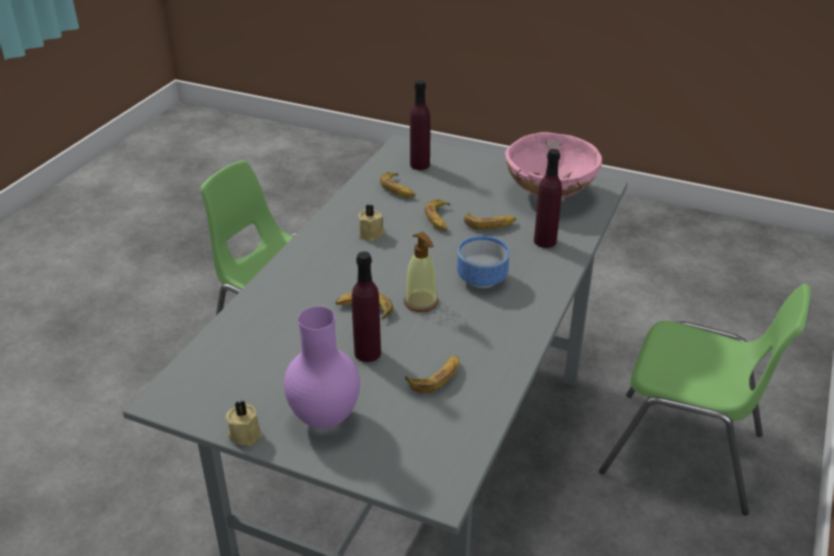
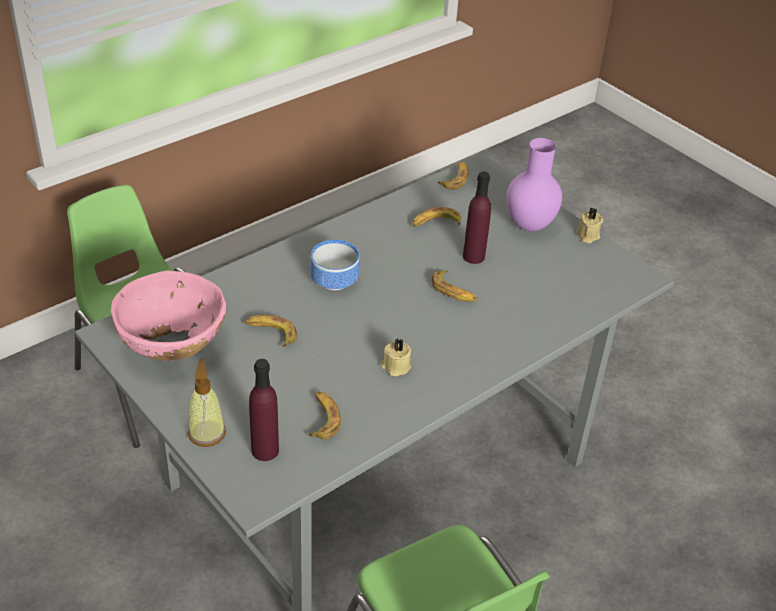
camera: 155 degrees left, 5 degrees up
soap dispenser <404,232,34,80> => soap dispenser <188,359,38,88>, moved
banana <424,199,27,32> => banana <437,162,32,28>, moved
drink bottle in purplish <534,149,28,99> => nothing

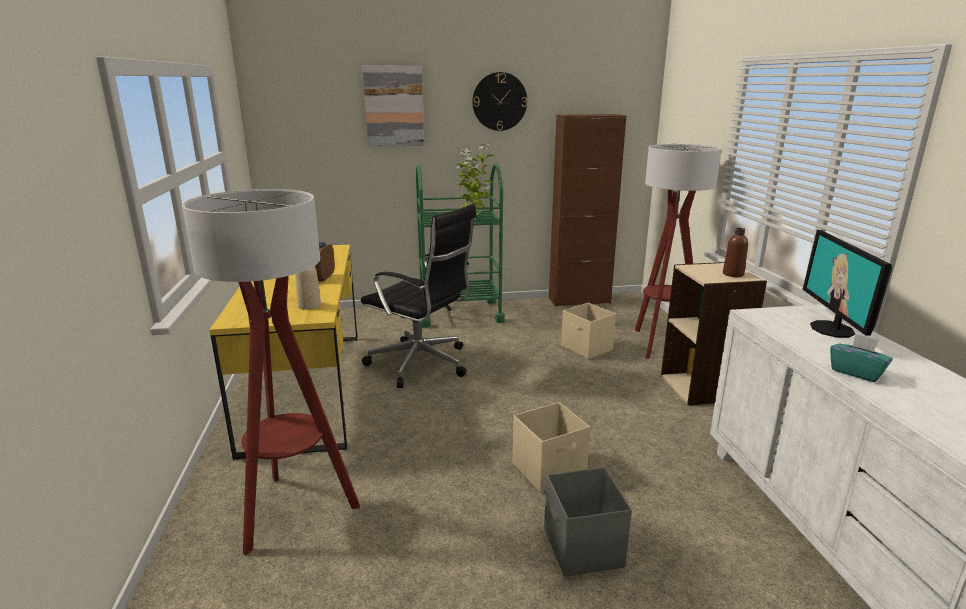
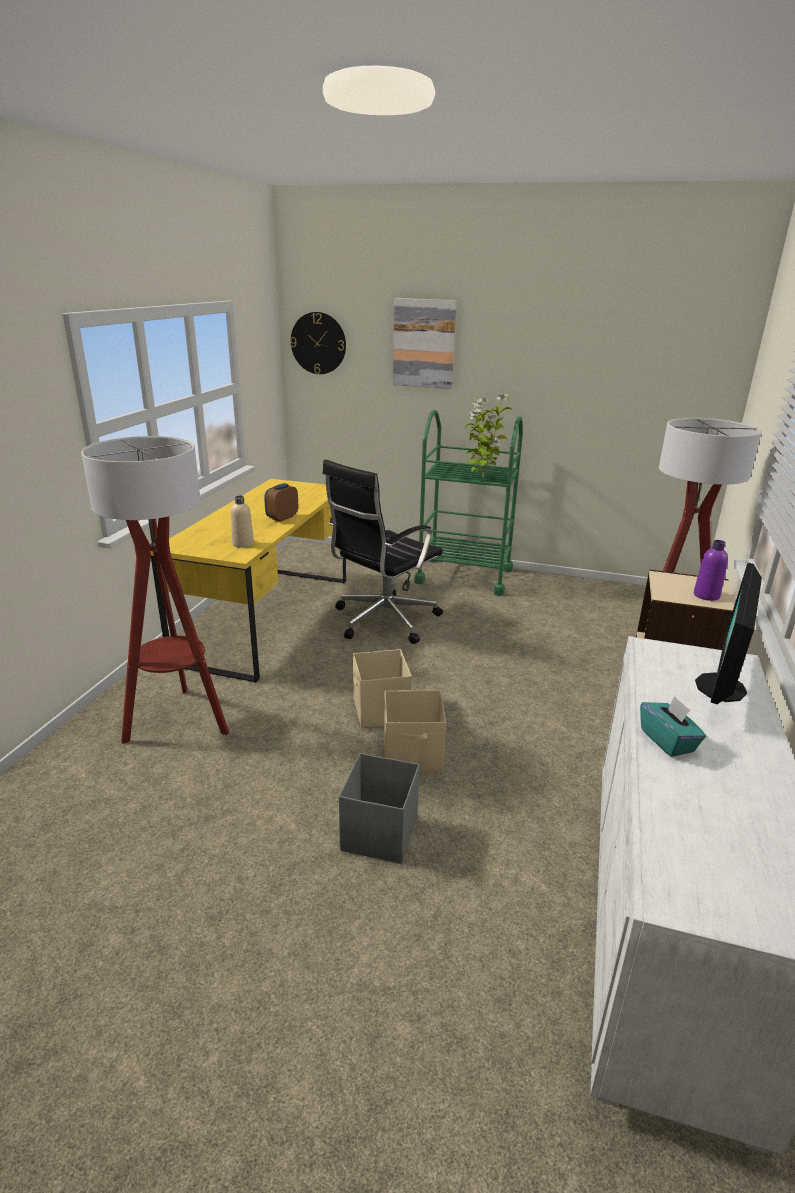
camera: 25 degrees right, 5 degrees up
hanging clock <472,72,55,59> => hanging clock <290,312,56,62>, moved
computer chair in black <361,204,116,184> => computer chair in black <323,460,120,184>, 75 degrees clockwise
storage container in beige-coloured <561,303,55,56> => storage container in beige-coloured <353,649,59,79>, moved
drink bottle in brownish <723,228,25,49> => drink bottle in purplish <694,540,34,61>
cupboard in brownish <549,114,77,193> => nothing

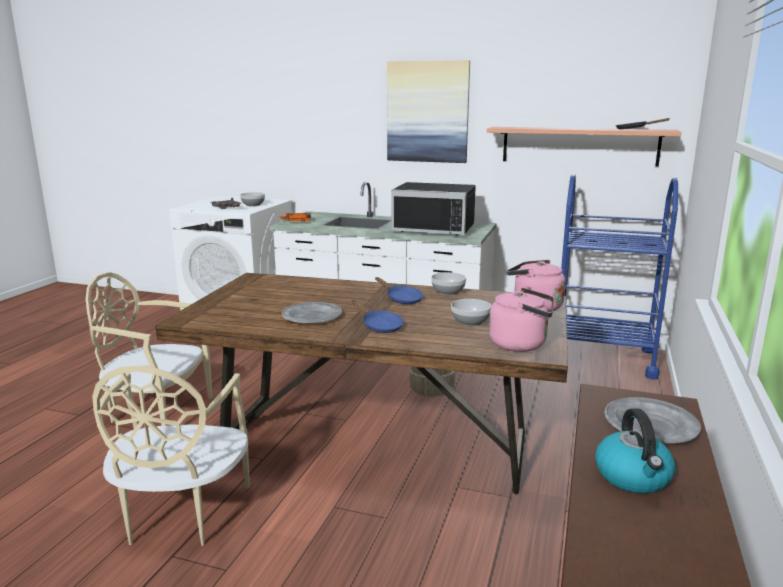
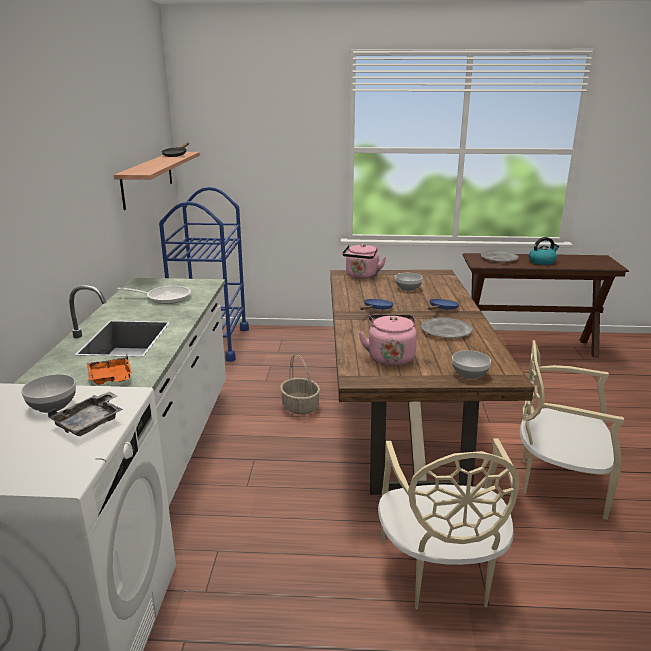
camera: 105 degrees left, 5 degrees up
microwave oven in black <391,182,85,53> => skillet <118,286,73,18>
water kettle in pink <489,288,65,64> => water kettle in pink <359,315,58,51>, moved
deep dish <431,272,35,23> => deep dish <452,350,39,29>, moved
chair in beige-coloured <92,365,158,181> => chair in beige-coloured <520,340,104,180>, 150 degrees counterclockwise
wall picture <387,60,83,103> => nothing

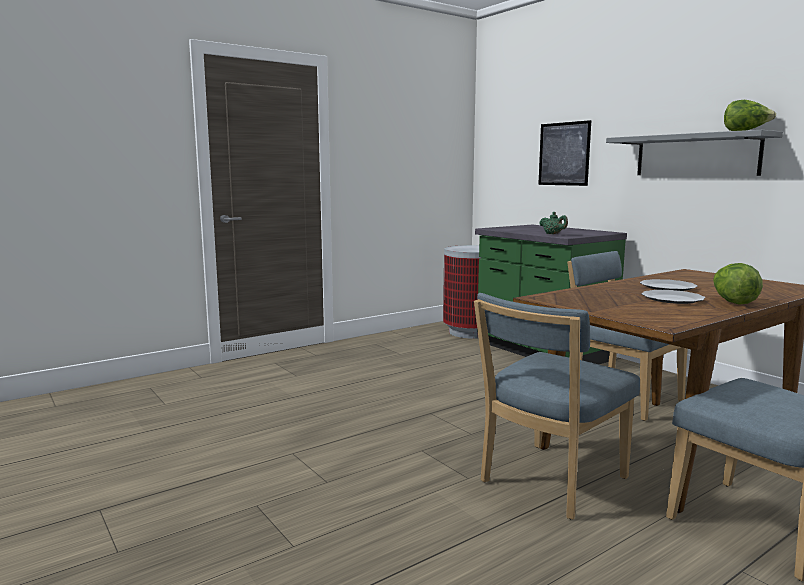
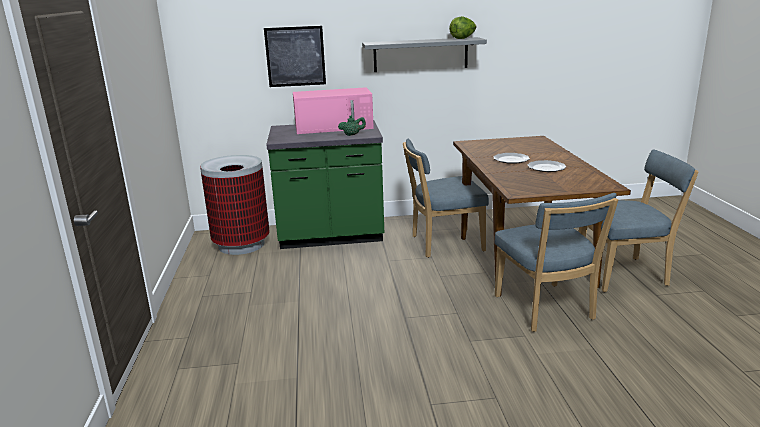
camera: 60 degrees left, 10 degrees up
nothing => microwave oven in pink <293,87,81,47>
lettuce <713,263,50,42> => nothing

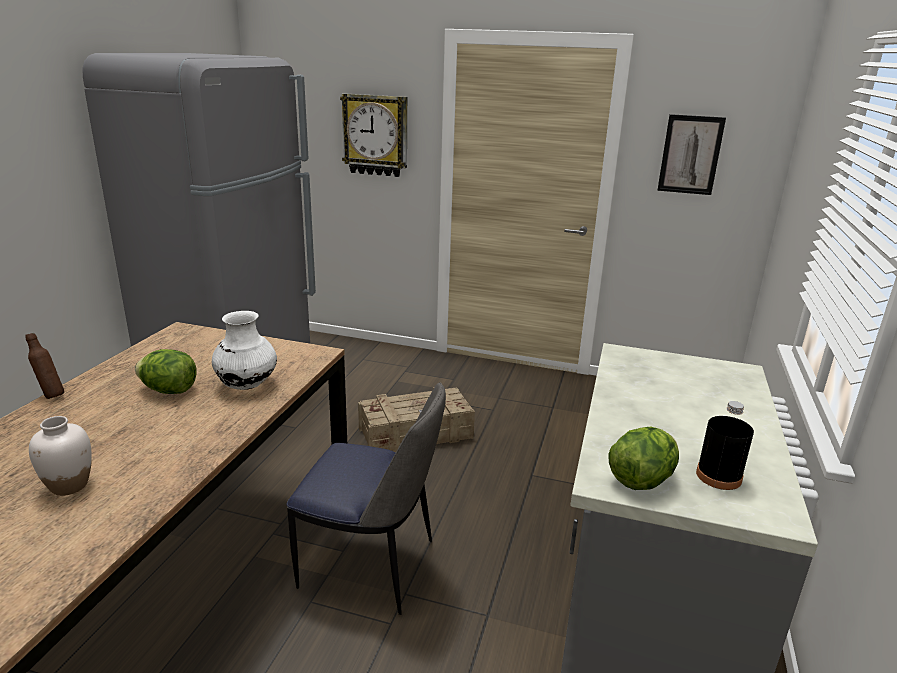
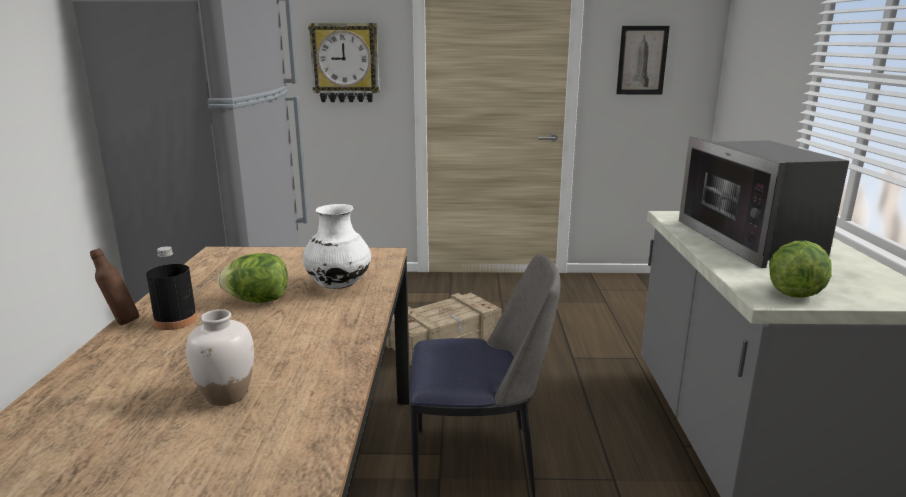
camera: 15 degrees left, 5 degrees down
drink bottle in black <696,401,58,89> => drink bottle in black <146,246,51,84>, moved
nothing => microwave oven <679,136,170,132>

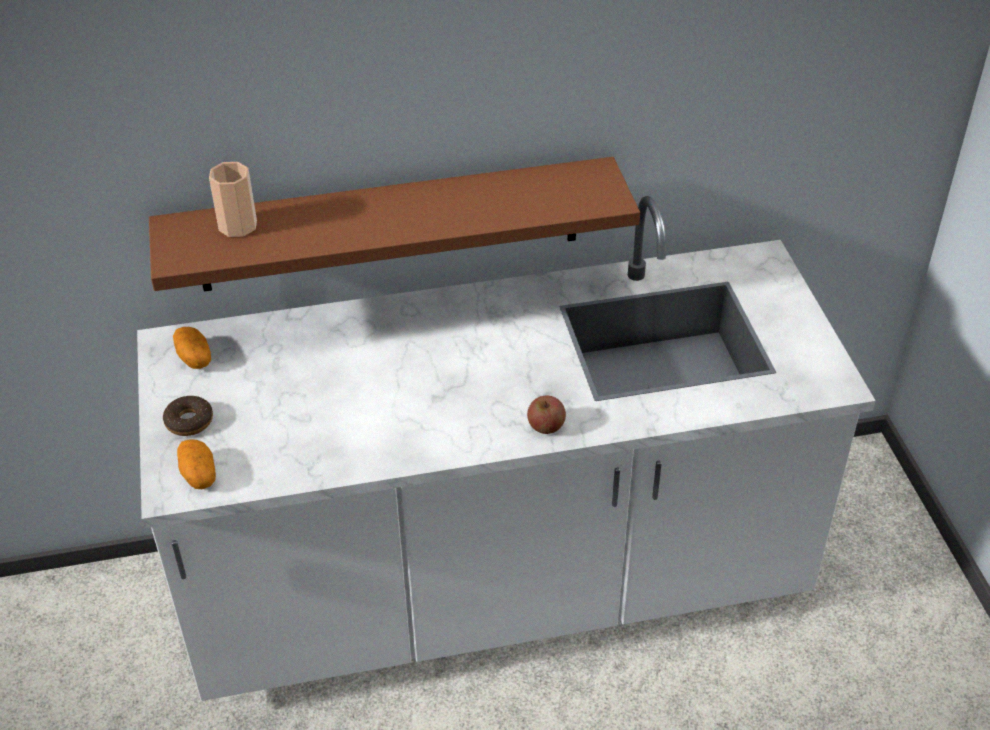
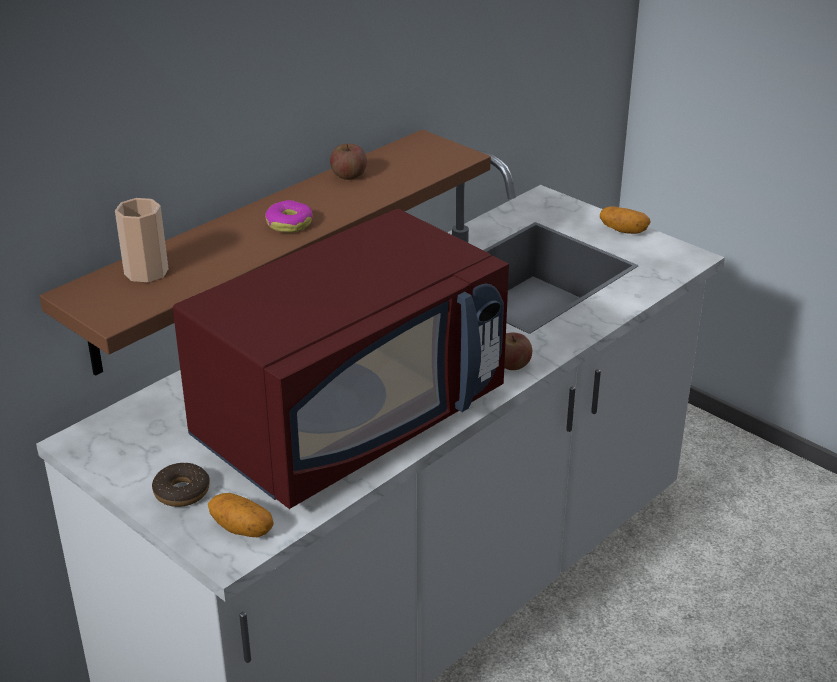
camera: 35 degrees left, 10 degrees down
nothing => microwave oven in reddish <173,209,336,300>
nothing => donut <265,200,48,33>
nothing => apple fruit <330,144,37,36>
spud <173,327,38,42> => spud <600,206,51,28>, moved

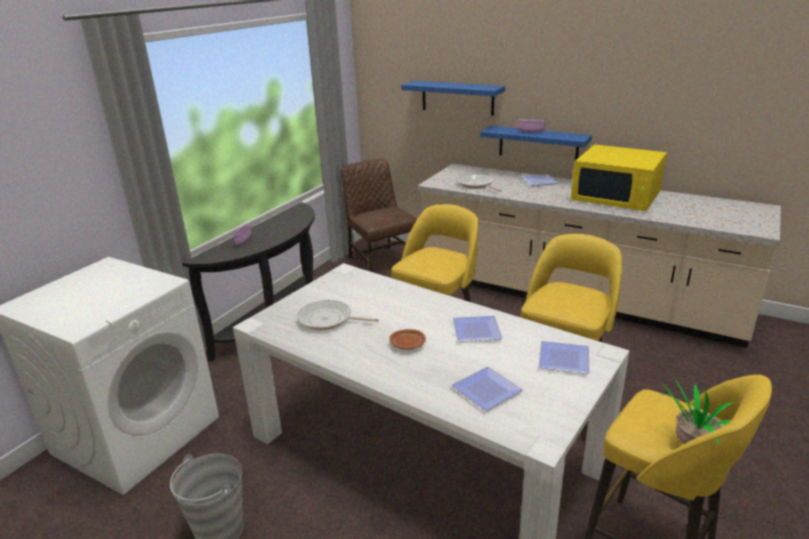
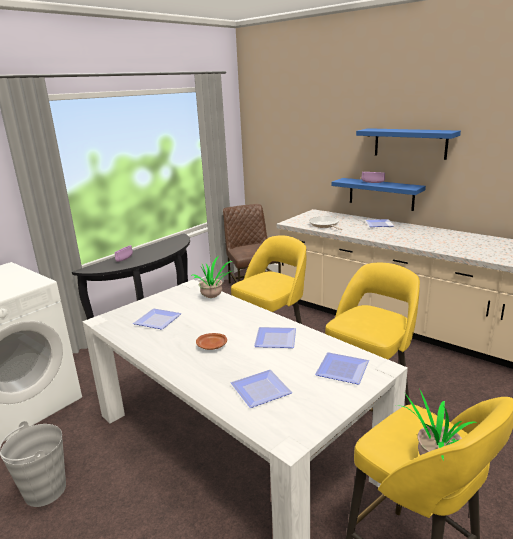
camera: 10 degrees right, 5 degrees down
skillet <297,300,82,30> => flat dish <133,308,49,22>
nothing => plant in a pot <191,256,41,42>
bracket shelf in bluish <401,81,104,35> => bracket shelf in bluish <356,128,105,32>, moved
microwave oven in yellow-coloured <571,144,96,67> => nothing

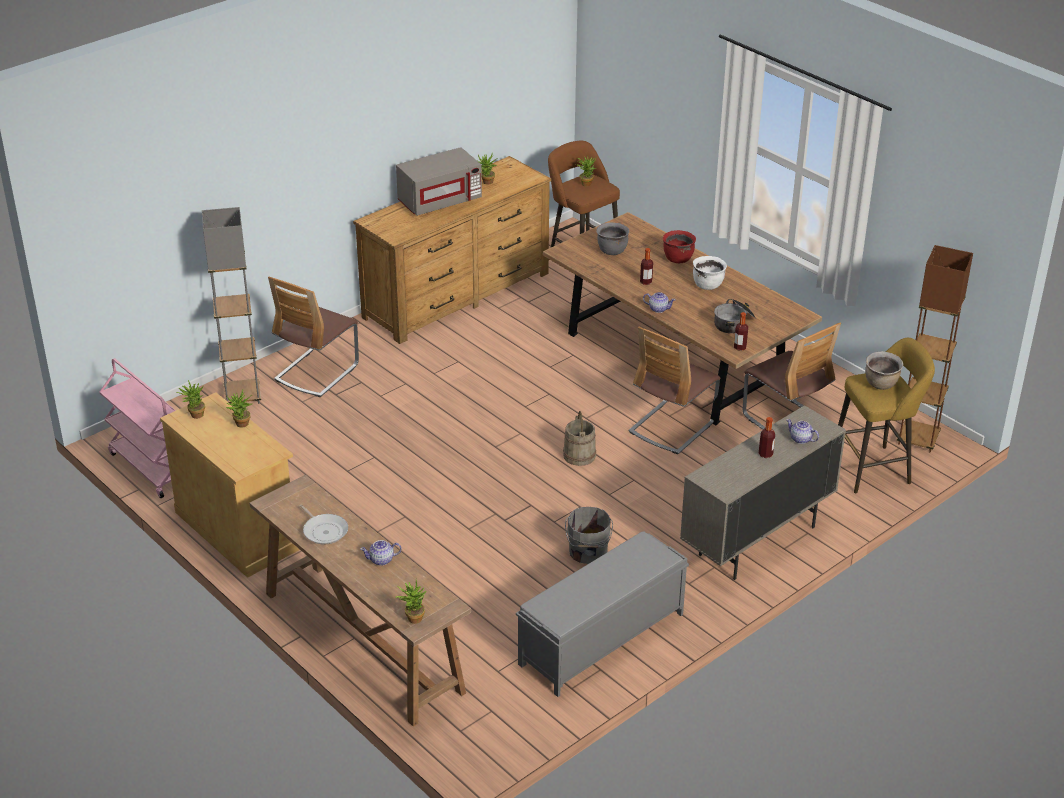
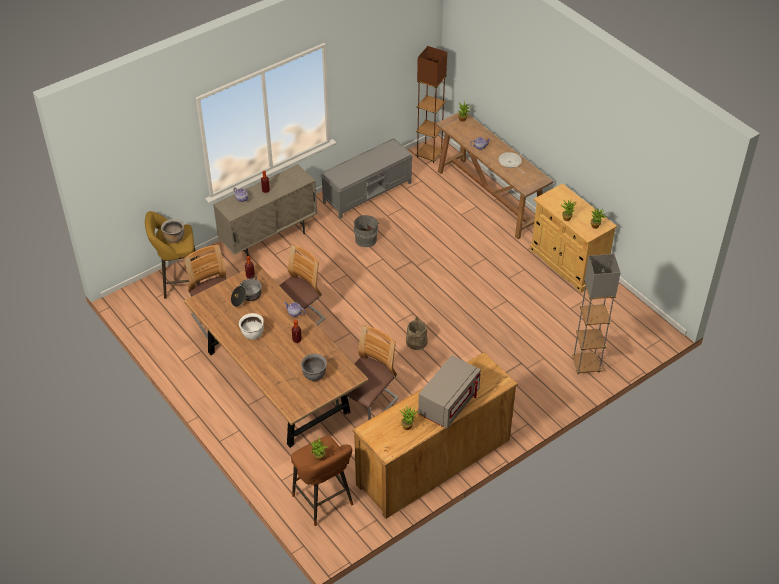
camera: 175 degrees left, 10 degrees up
chair <268,277,91,120> => chair <336,325,62,95>, moved
bucket in beige-coloured <563,411,33,55> => bucket in beige-coloured <406,316,22,34>, moved
standing lamp in brownish <897,245,76,208> => standing lamp in brownish <416,46,31,117>, moved
microwave oven in greyish <396,147,86,69> => microwave oven in greyish <418,355,63,73>, 150 degrees clockwise
cart in pink <100,358,76,140> => nothing
stockpot in reddish <663,230,33,33> => nothing

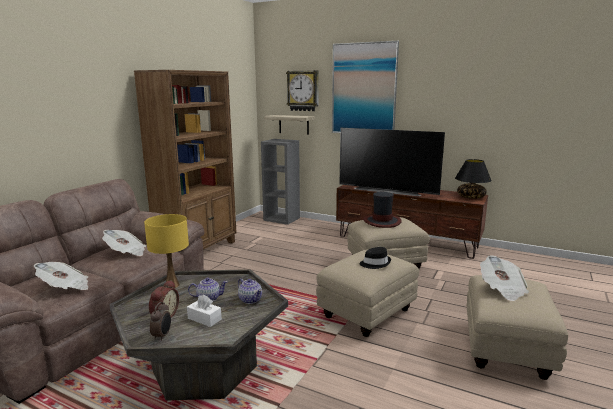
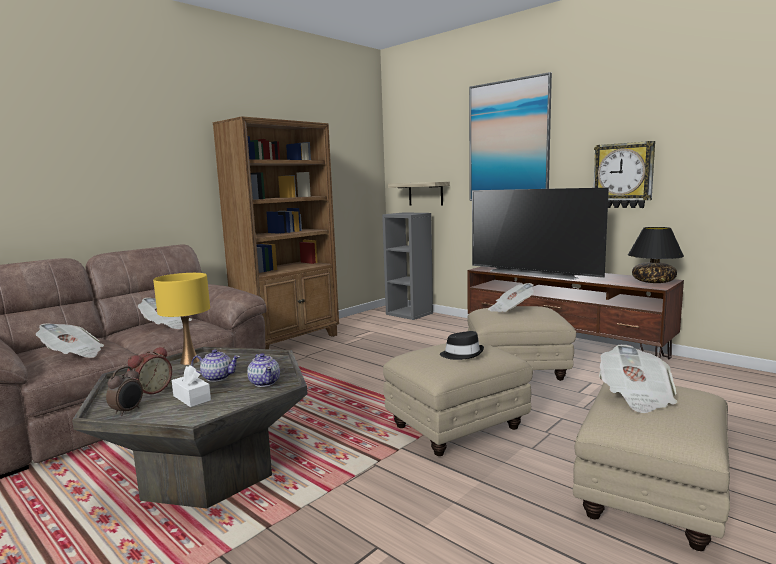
camera: 15 degrees right, 5 degrees down
clothing hat <363,192,39,36> => printed paper <488,283,46,29>
hanging clock <286,70,33,41> => hanging clock <593,141,62,67>, moved

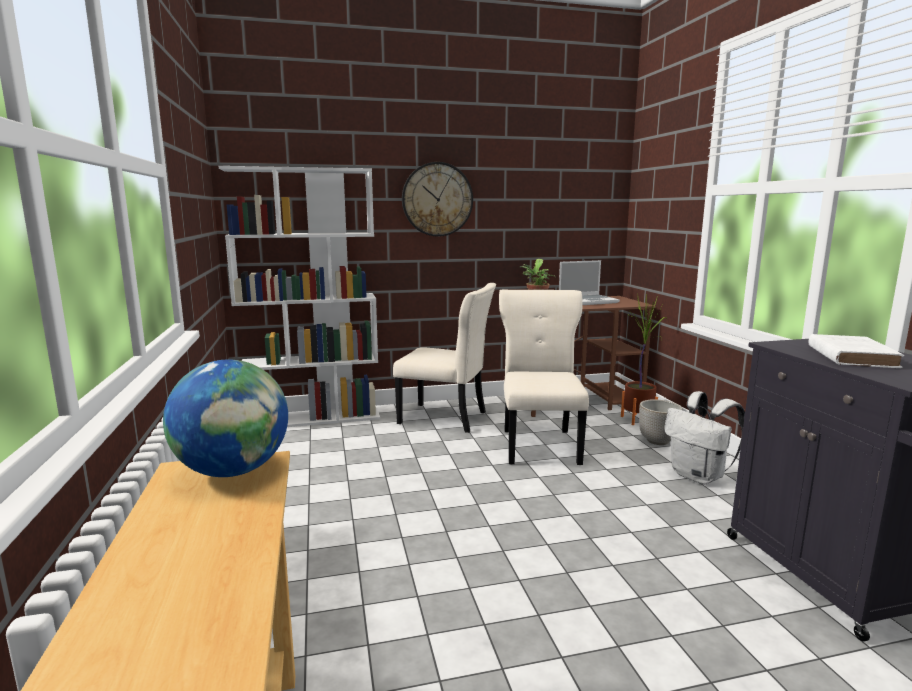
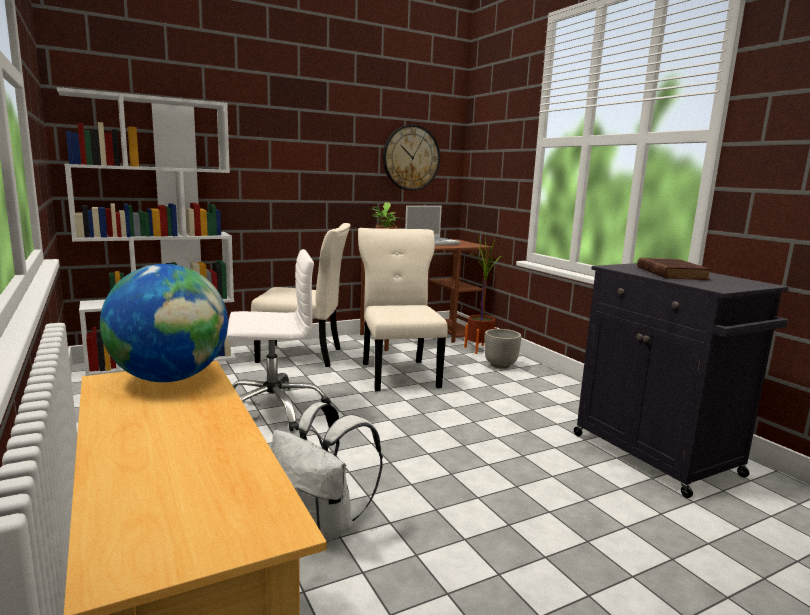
camera: 15 degrees left, 0 degrees up
nothing => computer chair in white-coloured <227,249,104,182>
knapsack in white-coloured <664,391,81,93> => knapsack in white-coloured <271,402,112,141>, moved
hanging clock <402,162,71,75> => hanging clock <383,125,57,66>, moved
book in white-coloured <808,334,96,34> => book in brownish <637,258,74,22>

